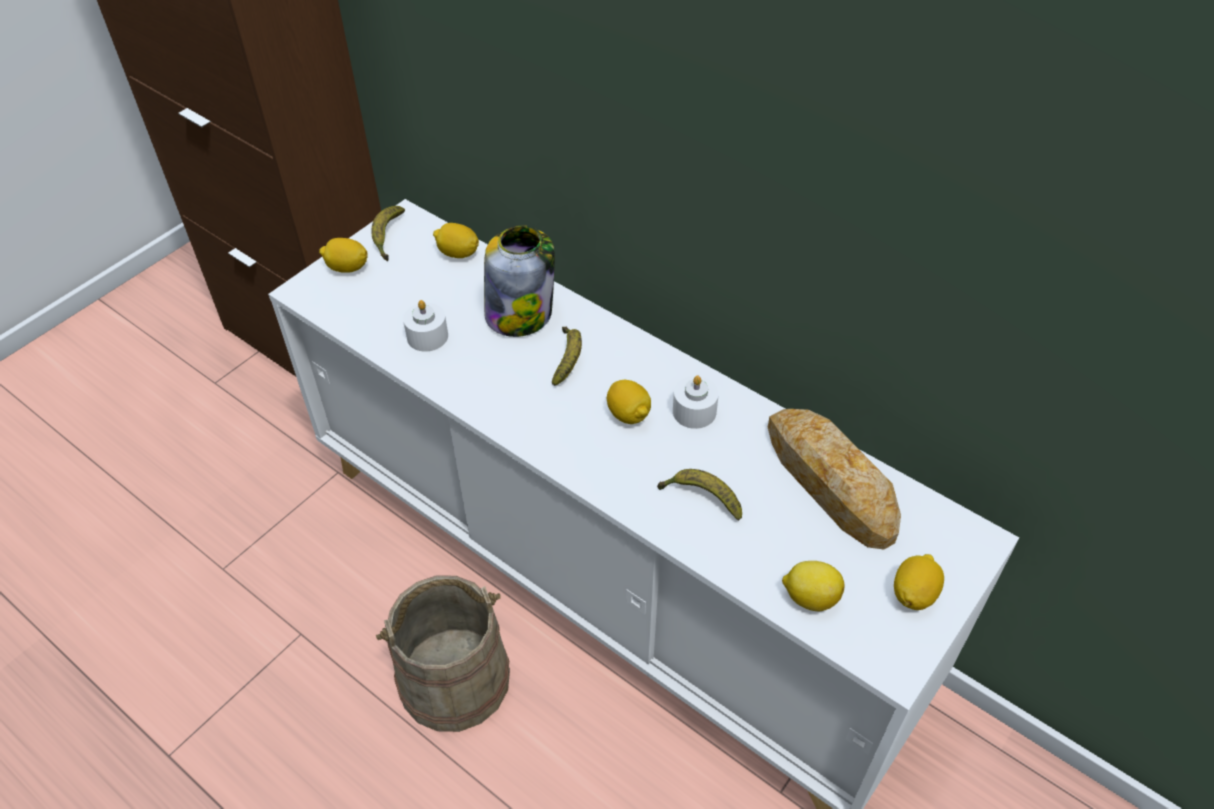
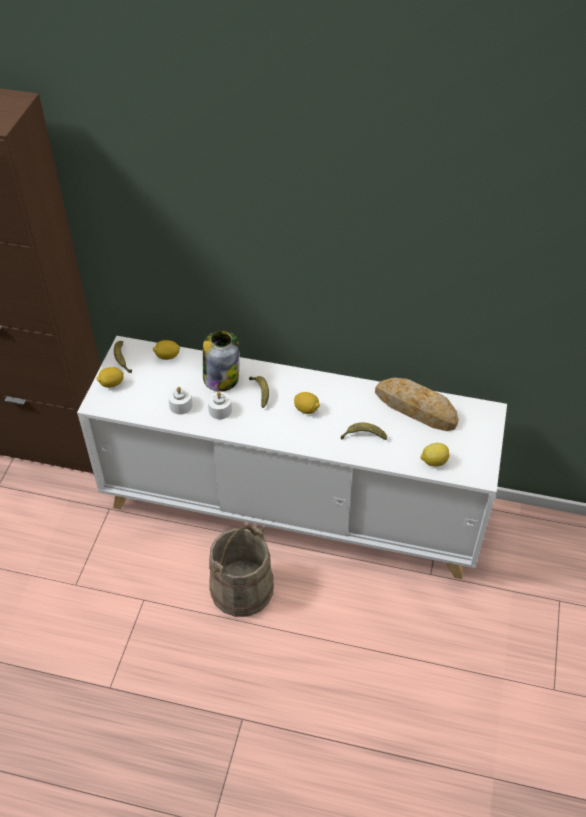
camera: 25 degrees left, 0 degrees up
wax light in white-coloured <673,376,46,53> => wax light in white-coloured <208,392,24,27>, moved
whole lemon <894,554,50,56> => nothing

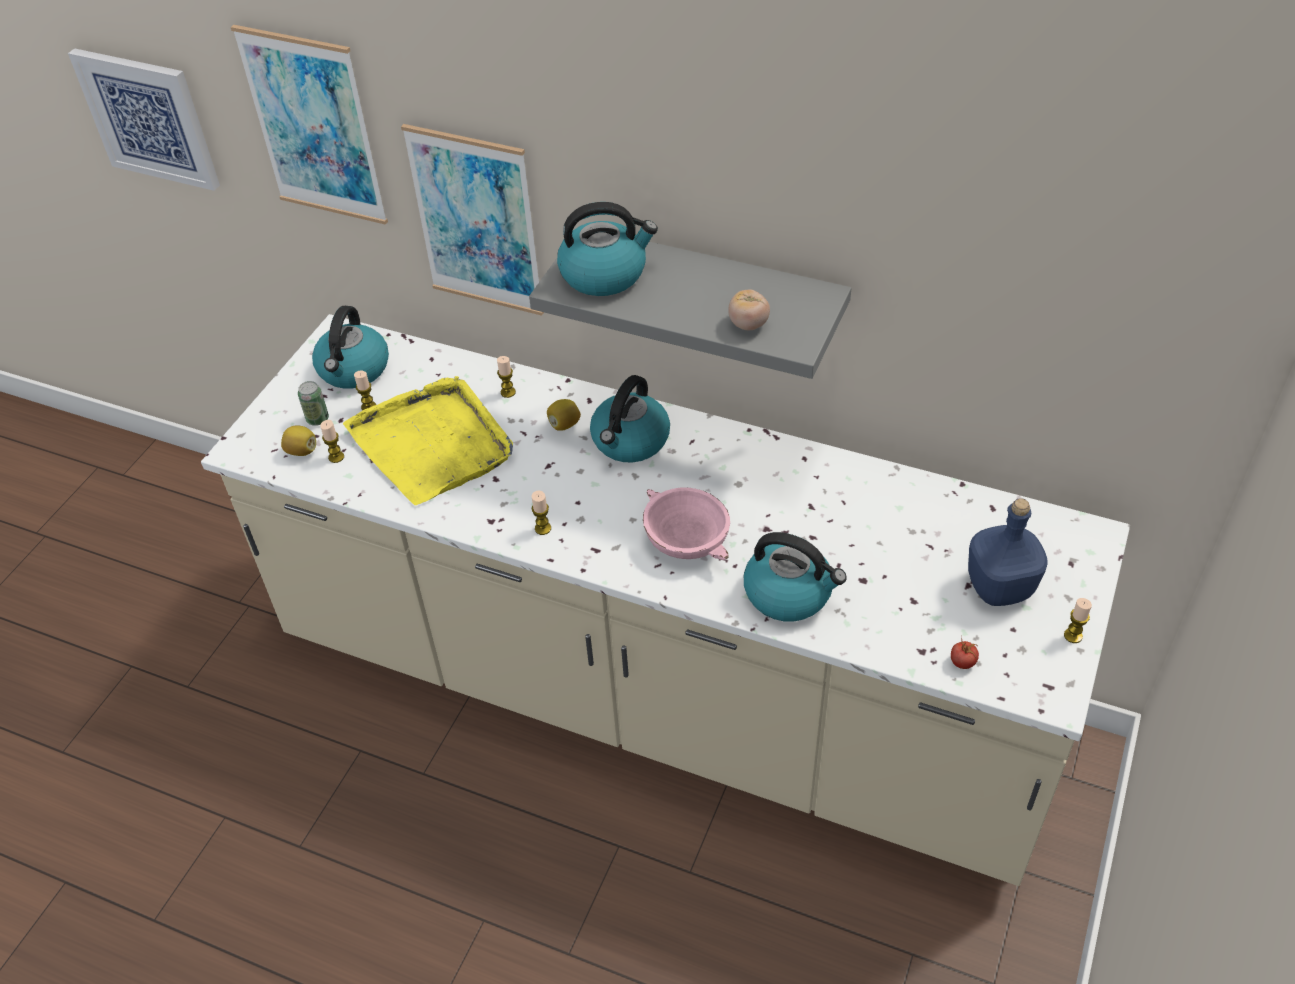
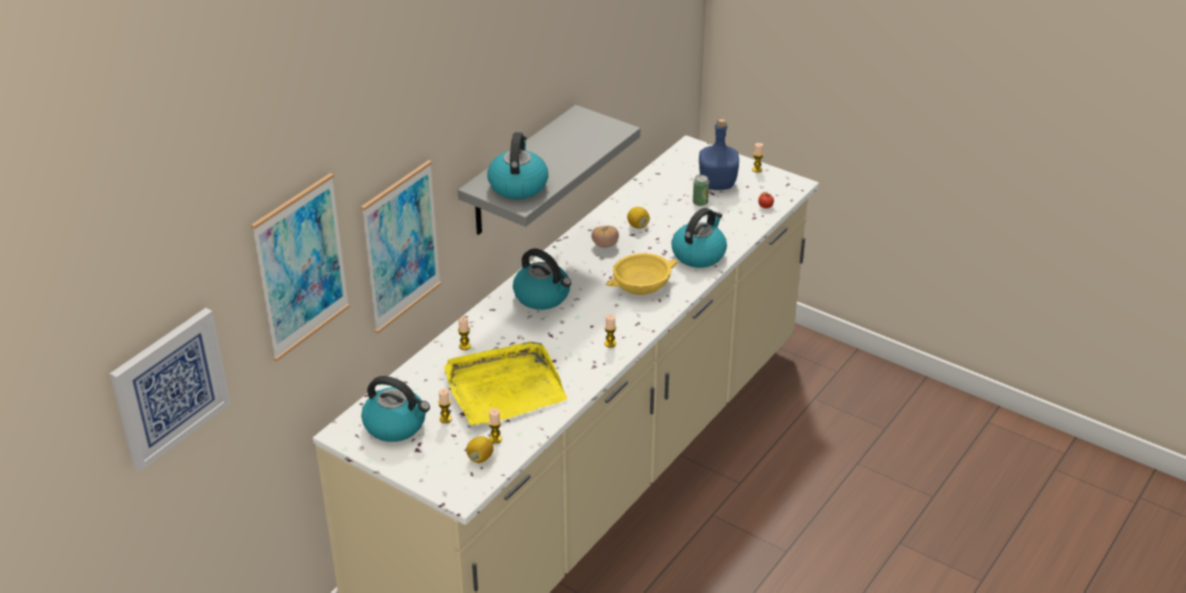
camera: 80 degrees left, 10 degrees down
tomato <728,290,42,40> => tomato <591,225,28,23>, moved
deep dish in pink <643,487,87,73> => deep dish in yellow-coloured <606,253,72,42>
whole lemon <547,399,34,32> => whole lemon <627,207,23,22>, moved
metal can <298,381,31,45> => metal can <693,175,16,31>, moved

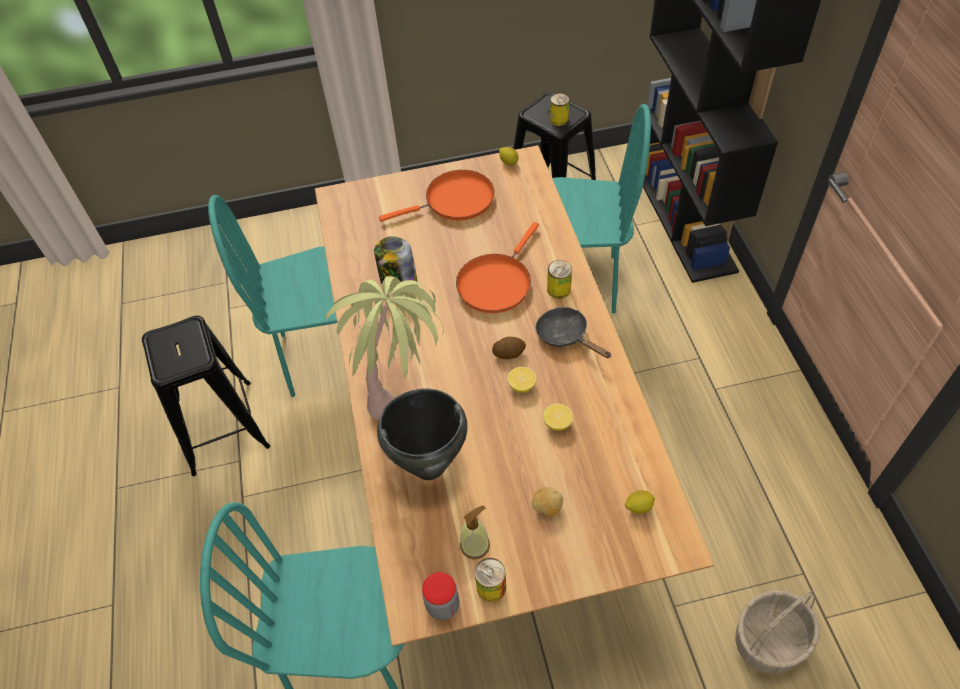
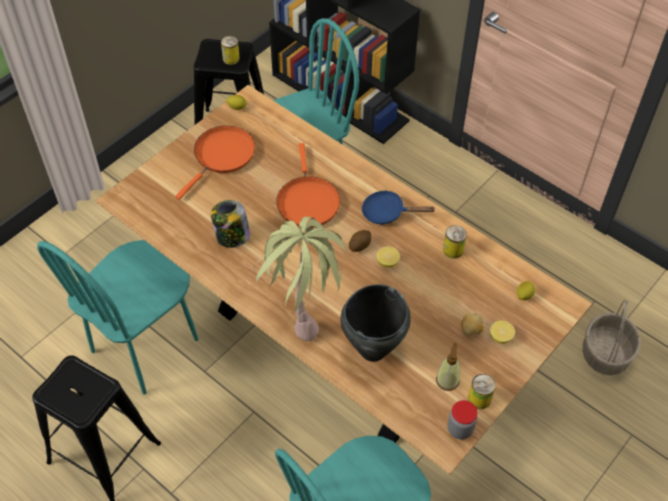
camera: 40 degrees left, 0 degrees up
skillet in black <536,307,75,51> => skillet in bluish <362,190,74,35>
metal can <547,260,25,39> => metal can <443,225,24,34>, moved
whole lemon <543,404,30,27> => whole lemon <490,321,25,23>, moved

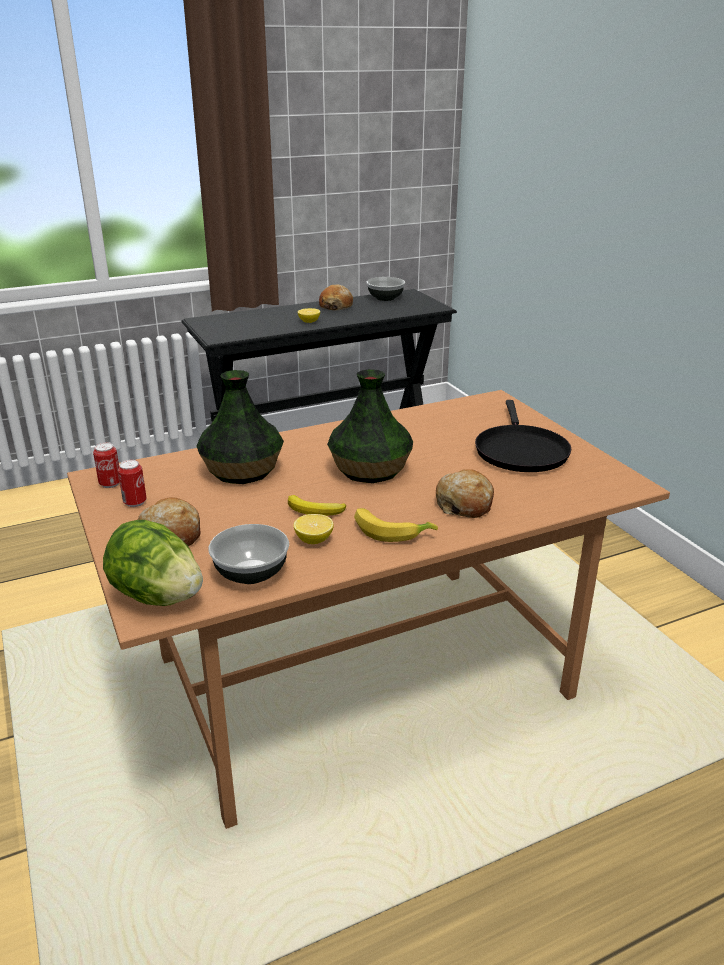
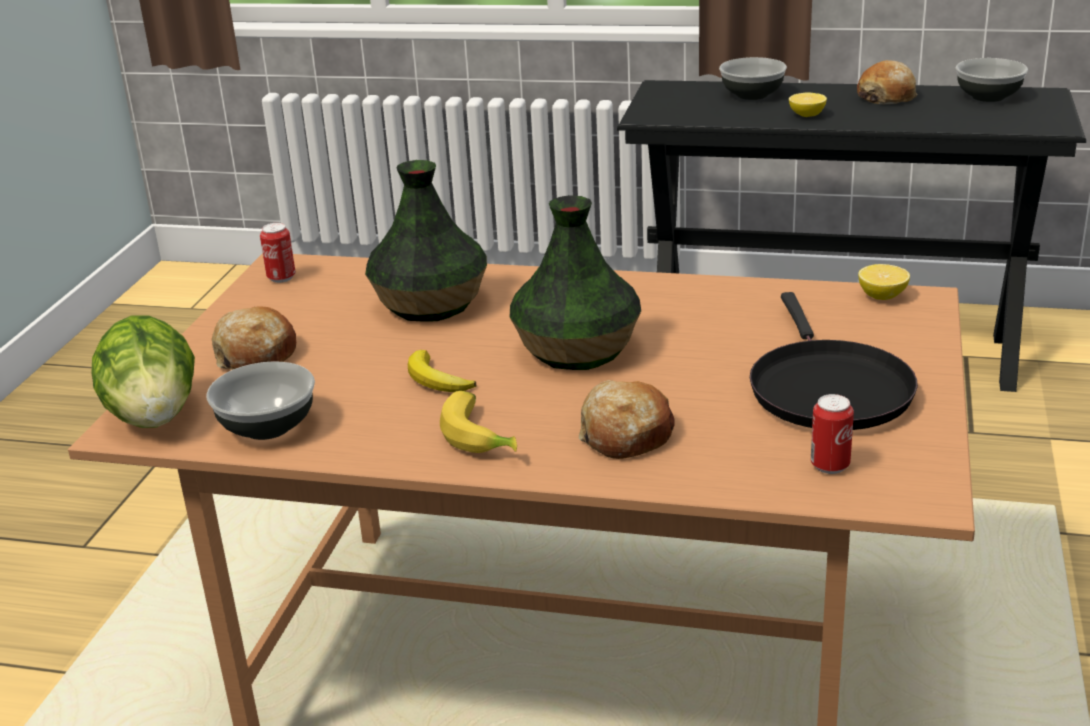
camera: 40 degrees right, 0 degrees up
nothing => deep dish <719,57,68,43>
skillet in black <475,400,96,72> => skillet in black <750,292,168,138>, 45 degrees counterclockwise
metal can <118,460,29,47> => metal can <811,394,43,80>, moved
whole lemon <294,514,40,30> => whole lemon <858,264,52,36>, moved

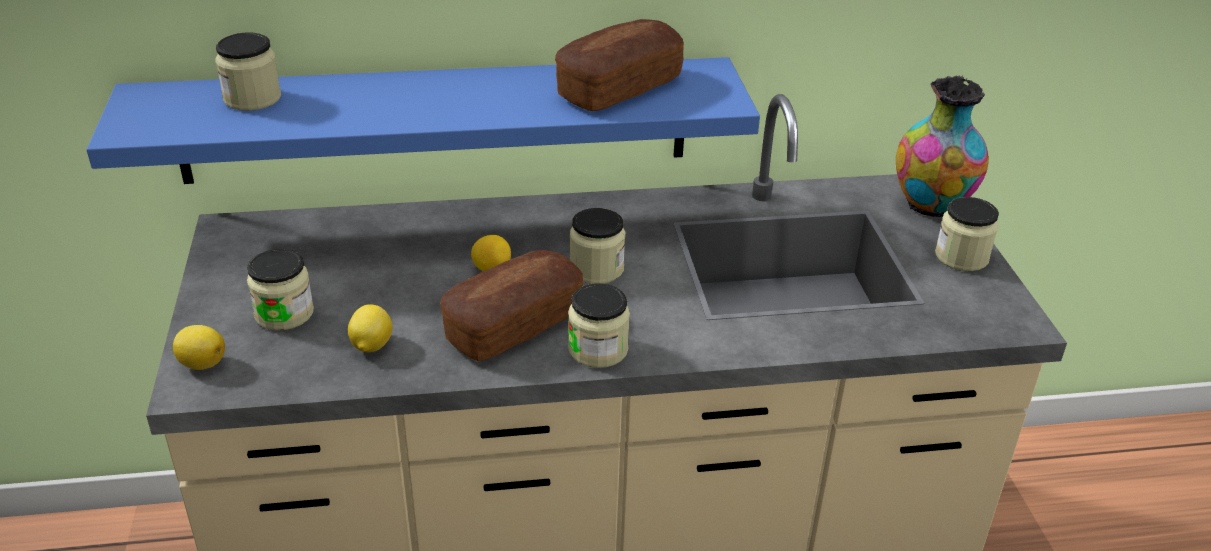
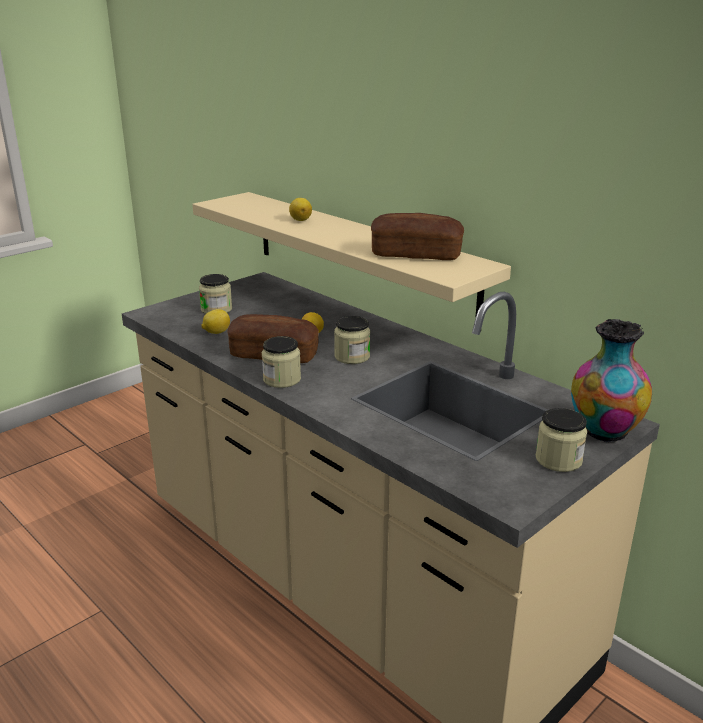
camera: 55 degrees right, 10 degrees down
bracket shelf in bluish <86,57,674,127> => bracket shelf in beige-coloured <192,192,319,126>
whole lemon <173,325,52,45> => whole lemon <289,198,23,23>, moved
storage jar <215,32,66,79> => nothing

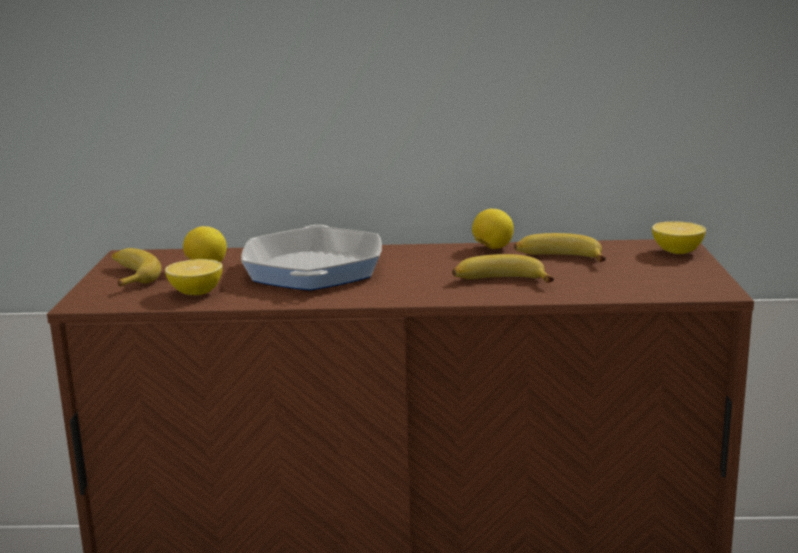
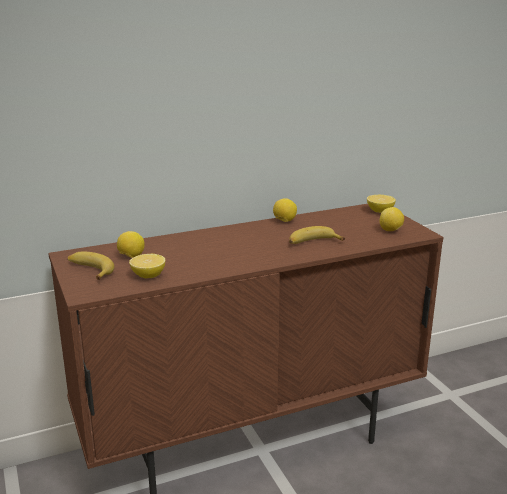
camera: 25 degrees left, 5 degrees up
nothing => whole lemon <379,207,25,24>
skillet <241,225,141,65> => nothing
banana <514,233,92,29> => nothing

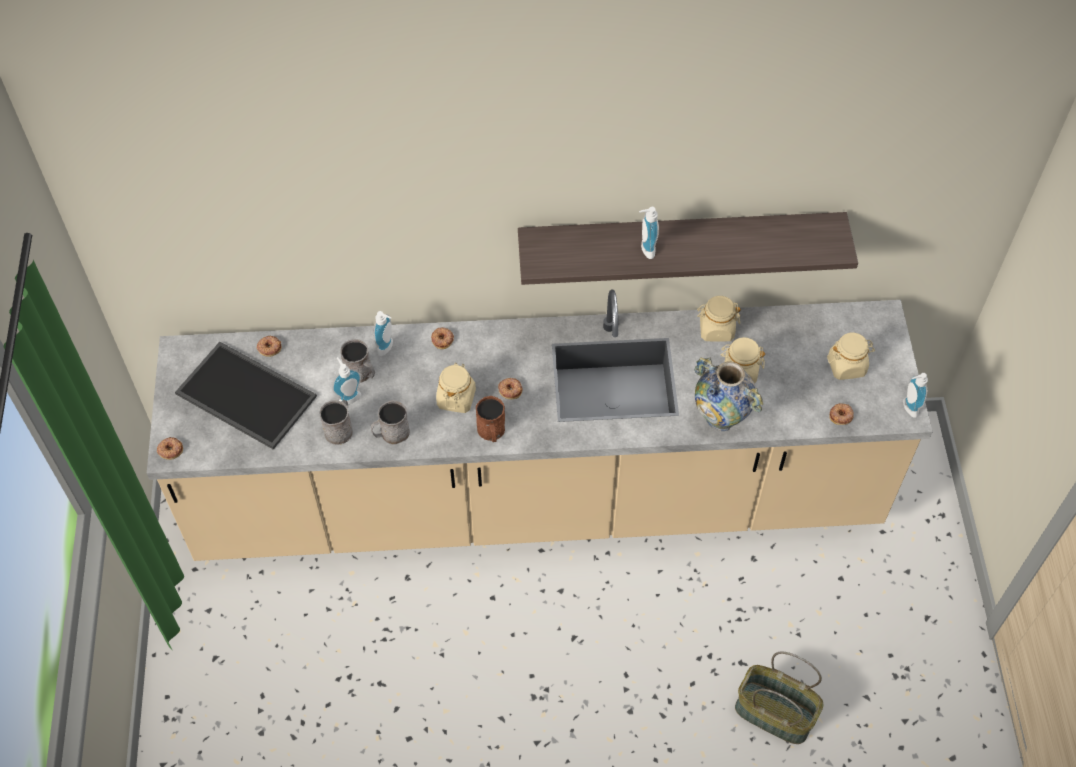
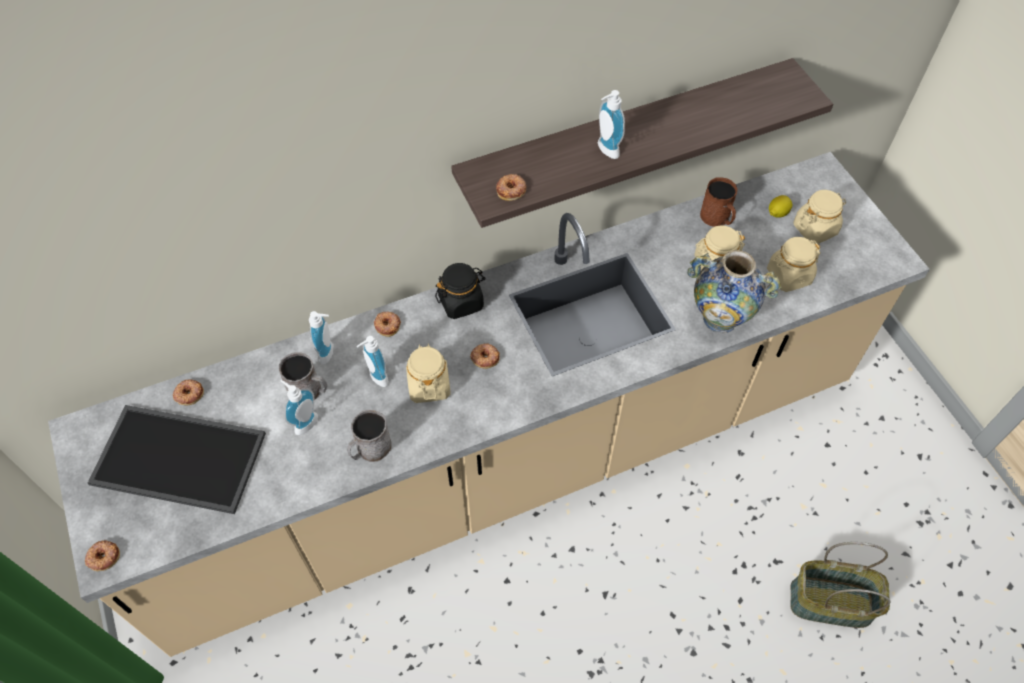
camera: 20 degrees left, 0 degrees up
soap dispenser <903,373,25,45> => soap dispenser <356,336,33,51>, moved
nothing => storage jar in black <435,263,51,56>
donut <829,403,25,22> => donut <496,174,31,27>, moved
mug in brownish <476,396,29,46> => mug in brownish <700,177,38,50>, moved
storage jar in beige-coloured <697,296,44,46> => storage jar in beige-coloured <767,237,54,55>, moved
nothing => whole lemon <769,195,23,23>
mug in greyish <319,400,34,45> => nothing

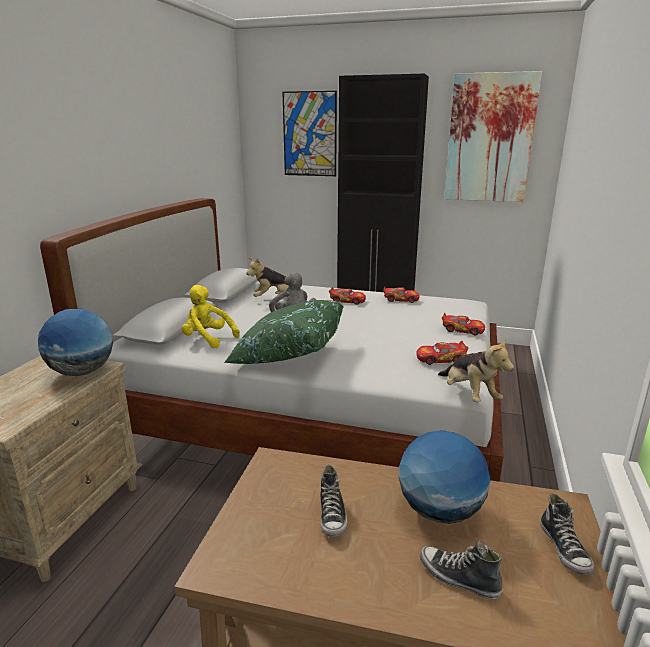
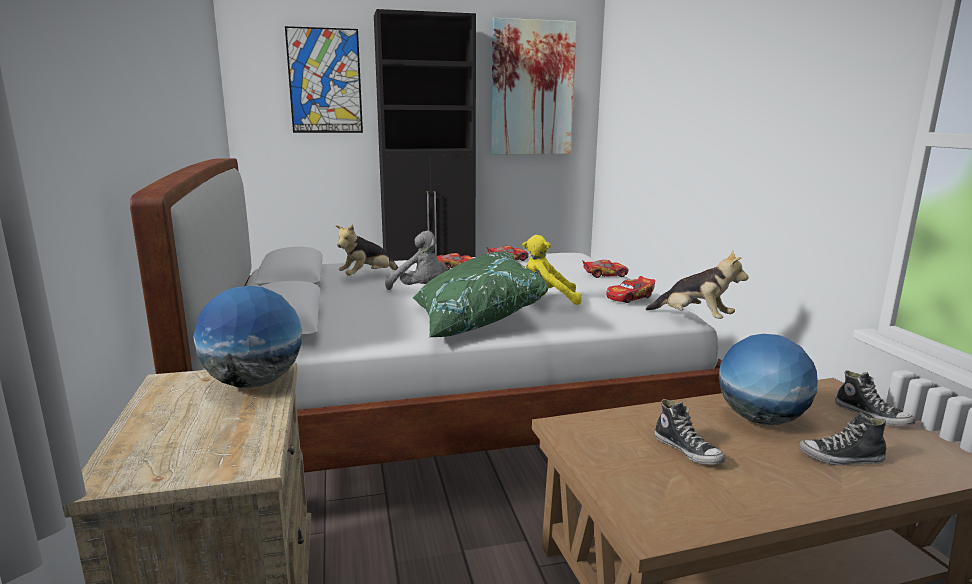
camera: 30 degrees left, 5 degrees down
soft toy in yellow-coloured <182,285,58,63> => soft toy in yellow-coloured <522,235,60,70>, moved

